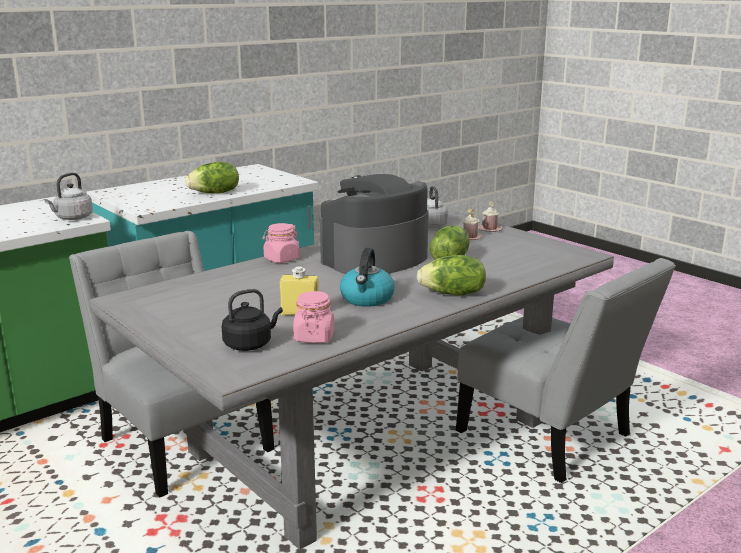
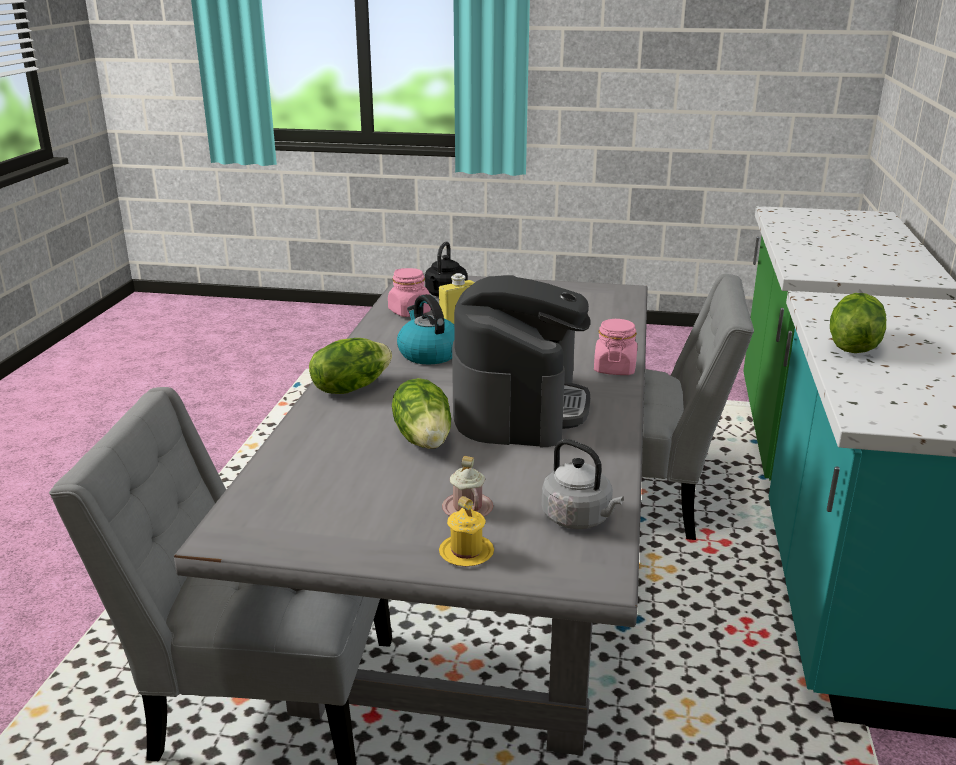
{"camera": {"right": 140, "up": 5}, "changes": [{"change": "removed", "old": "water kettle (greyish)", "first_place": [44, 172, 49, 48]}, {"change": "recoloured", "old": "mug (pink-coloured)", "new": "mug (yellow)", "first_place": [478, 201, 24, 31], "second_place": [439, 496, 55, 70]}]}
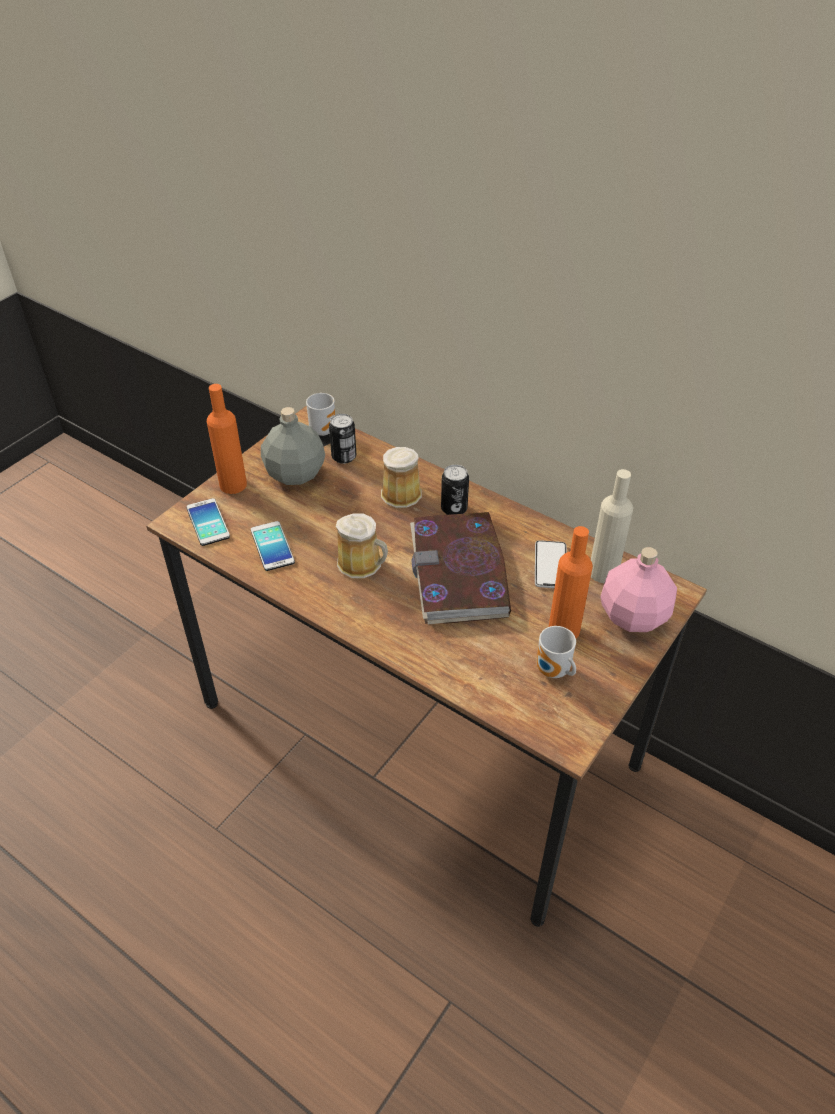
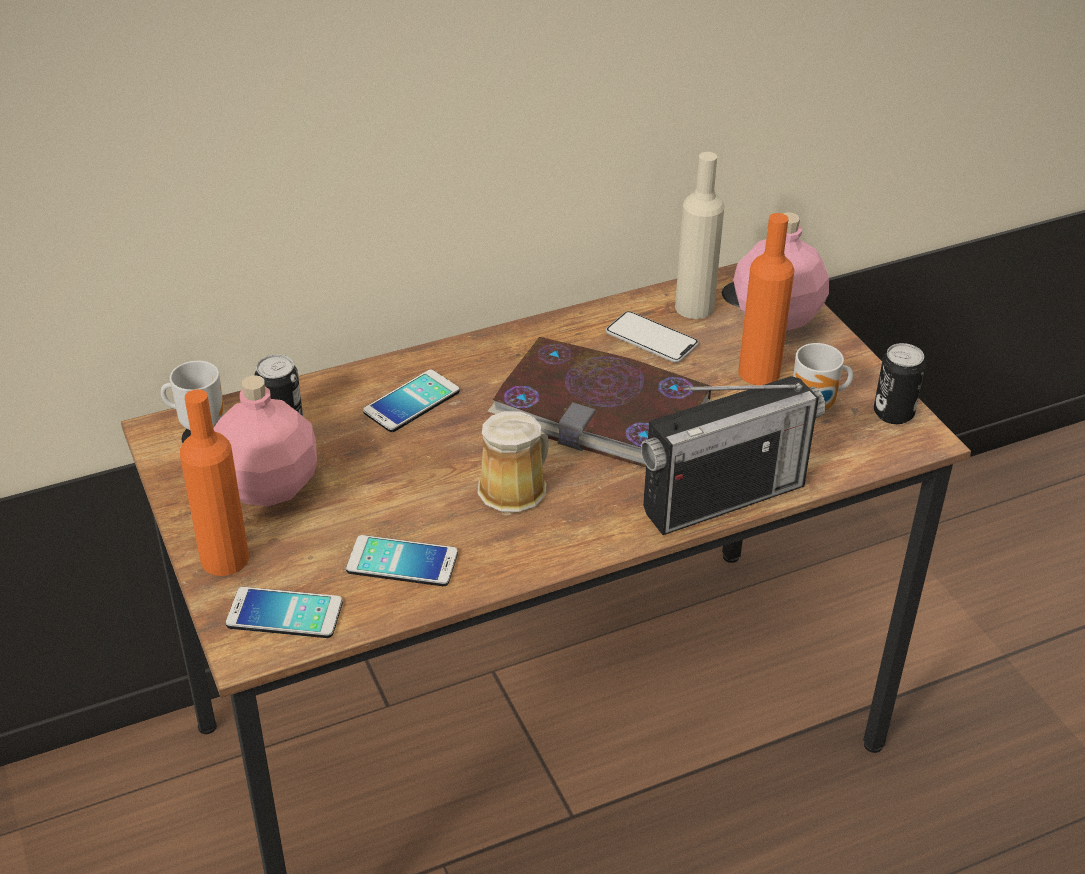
{"camera": {"right": -60, "up": -5}, "changes": [{"change": "added", "new": "radio set", "second_place": [641, 376, 185, 159]}, {"change": "moved", "old": "can", "first_place": [441, 465, 28, 50], "second_place": [874, 343, 51, 81]}, {"change": "replaced", "old": "mug", "new": "telephone", "first_place": [381, 447, 41, 61], "second_place": [363, 370, 97, 62]}, {"change": "recoloured", "old": "beverage bottle (greyish)", "new": "beverage bottle (pink-coloured)", "first_place": [261, 407, 64, 78], "second_place": [213, 375, 104, 132]}]}
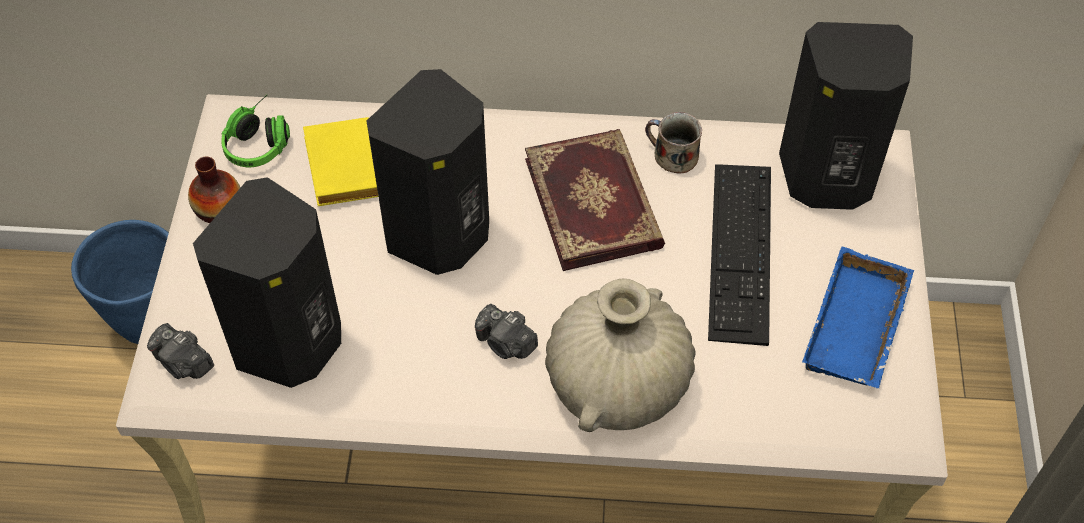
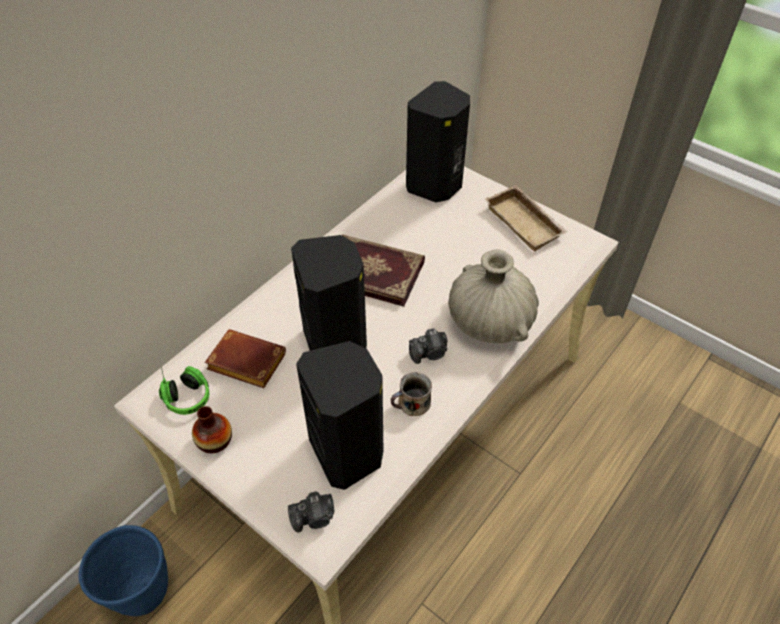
{"camera": {"right": -55, "up": -5}, "changes": [{"change": "removed", "old": "computer keyboard", "first_place": [708, 164, 63, 182]}, {"change": "moved", "old": "mug", "first_place": [645, 112, 57, 61], "second_place": [391, 372, 41, 44]}, {"change": "recoloured", "old": "book (yellow)", "new": "book (brown)", "first_place": [303, 117, 75, 89], "second_place": [205, 329, 81, 59]}, {"change": "recoloured", "old": "carrying tray (blue)", "new": "carrying tray (beige-coloured)", "first_place": [802, 247, 112, 142], "second_place": [485, 185, 83, 66]}]}
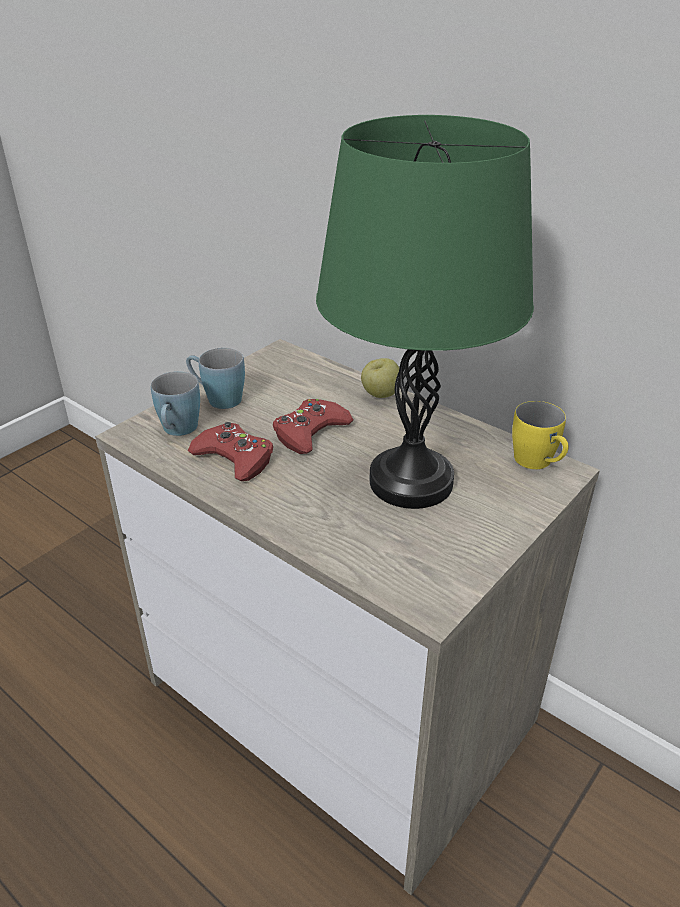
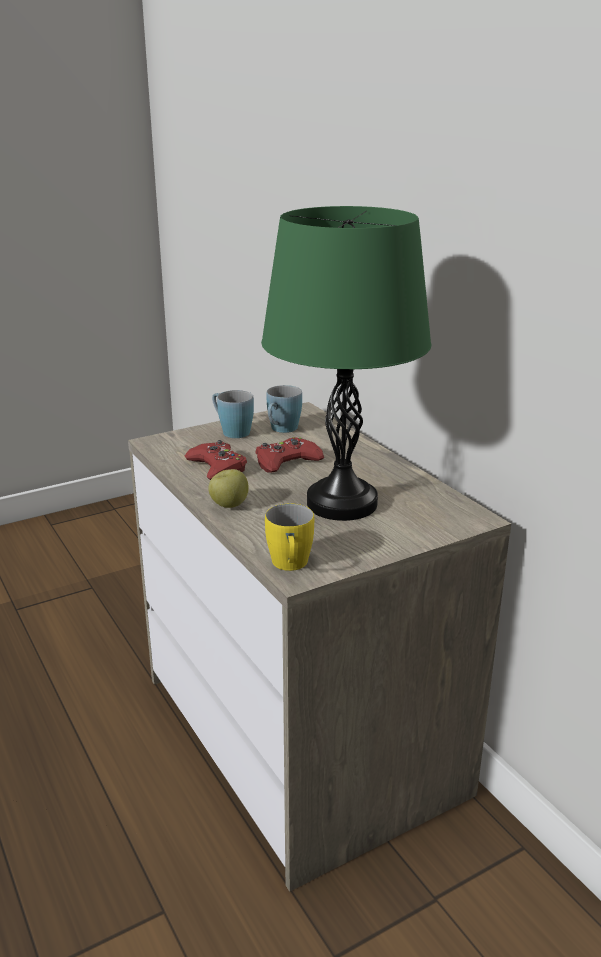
{"camera": {"right": 20, "up": -10}, "changes": [{"change": "moved", "old": "mug (blue)", "first_place": [151, 371, 49, 65], "second_place": [266, 385, 36, 48]}, {"change": "moved", "old": "apple", "first_place": [361, 358, 38, 40], "second_place": [208, 469, 41, 39]}, {"change": "moved", "old": "mug (yellow)", "first_place": [512, 401, 57, 68], "second_place": [265, 504, 49, 67]}]}
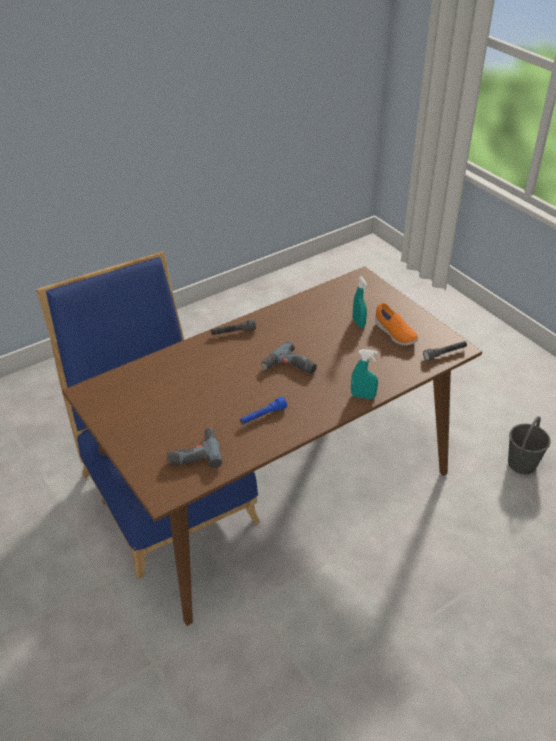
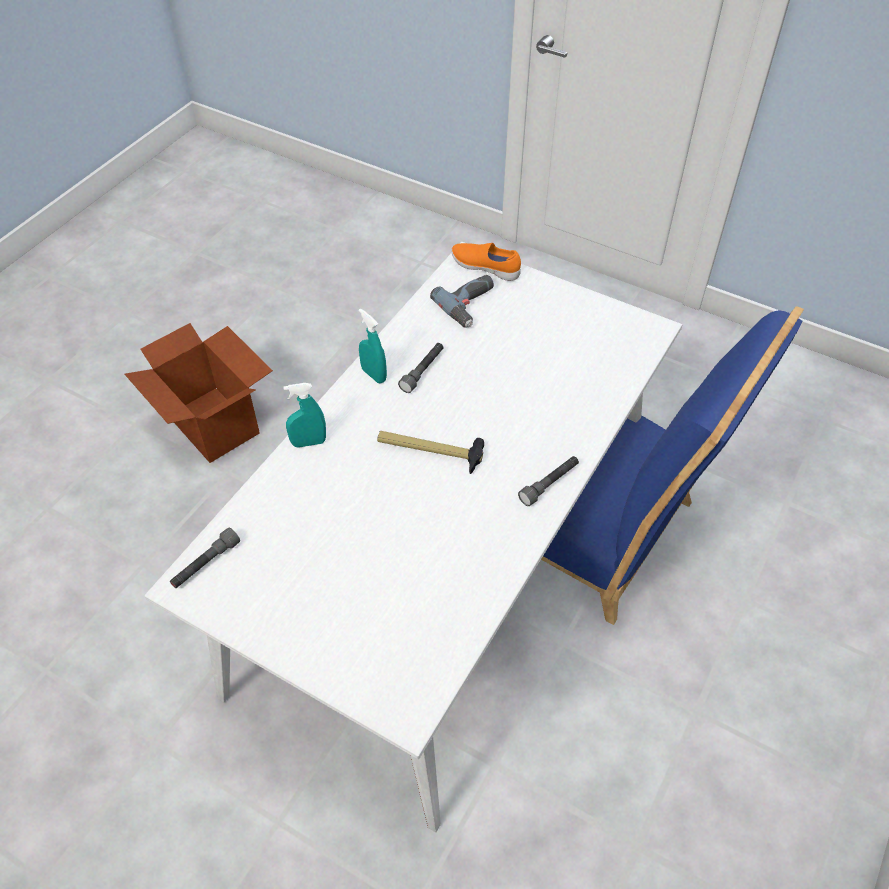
{"camera": {"right": 155, "up": 10}, "changes": [{"change": "removed", "old": "bucket (greyish)", "first_place": [508, 416, 43, 58]}, {"change": "added", "new": "carton", "second_place": [125, 323, 148, 140]}, {"change": "moved", "old": "spray bottle (turquoise-coloured)", "first_place": [353, 276, 14, 52], "second_place": [359, 308, 28, 75]}, {"change": "moved", "old": "shoe (orange)", "first_place": [375, 303, 43, 43], "second_place": [451, 243, 70, 38]}, {"change": "replaced", "old": "power drill", "new": "tool hammer", "first_place": [261, 341, 56, 33], "second_place": [377, 431, 107, 43]}, {"change": "recoloured", "old": "dining table (brown)", "new": "dining table (white)", "first_place": [62, 266, 420, 360], "second_place": [145, 242, 537, 590]}, {"change": "recoloured", "old": "flashlight (blue)", "new": "flashlight (greyish)", "first_place": [240, 397, 47, 27], "second_place": [398, 343, 46, 50]}]}
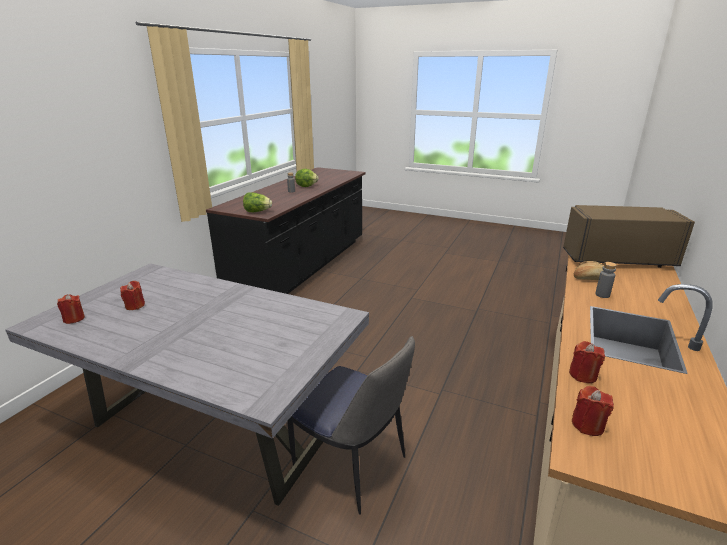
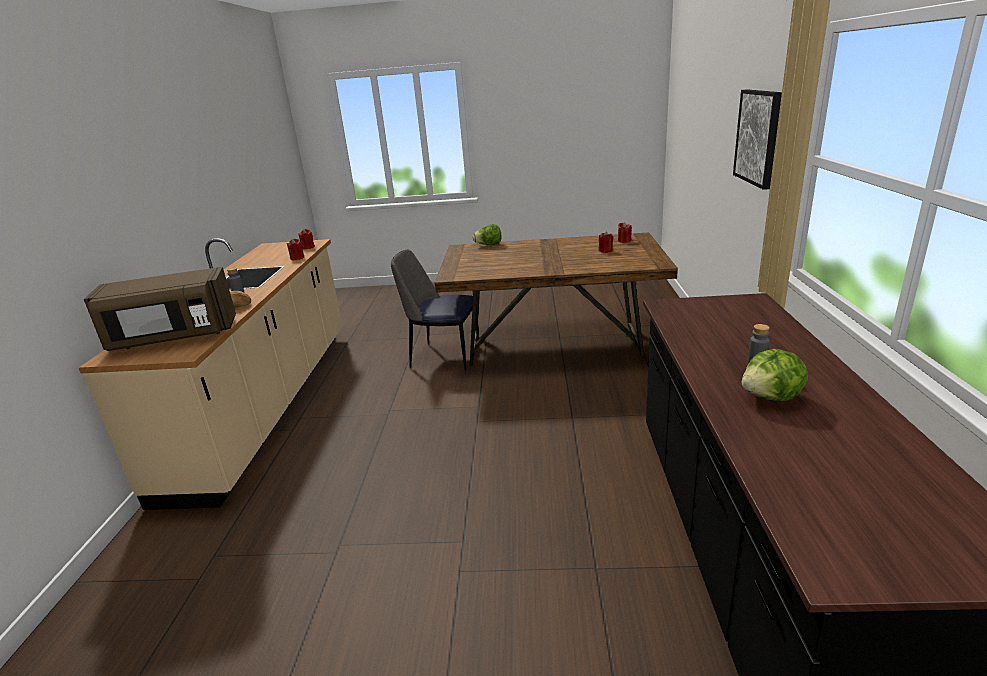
{"camera": {"right": 160, "up": 0}, "changes": [{"change": "added", "new": "wall picture", "second_place": [733, 89, 49, 101]}, {"change": "moved", "old": "lettuce head", "first_place": [243, 192, 29, 20], "second_place": [472, 224, 29, 21]}, {"change": "recoloured", "old": "dining table (greyish)", "new": "dining table (brown)", "first_place": [5, 263, 364, 243], "second_place": [435, 232, 243, 134]}]}
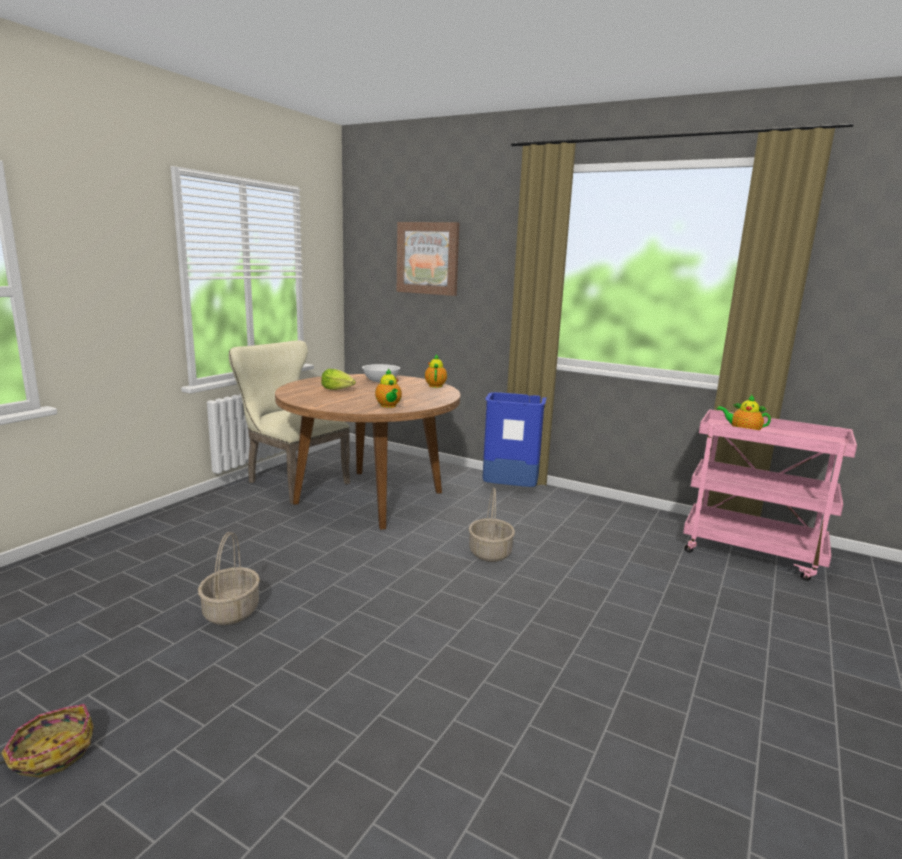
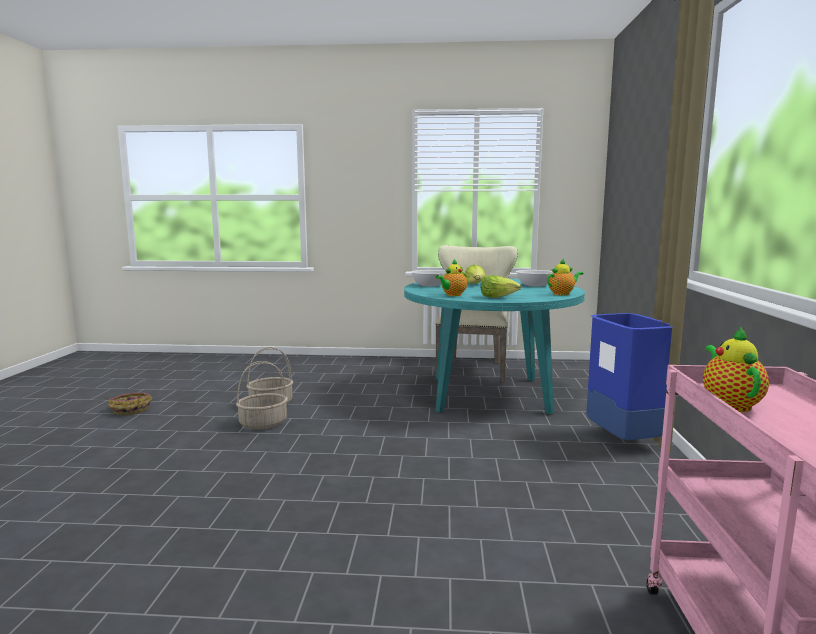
{"camera": {"right": 65, "up": -5}, "changes": [{"change": "removed", "old": "wall picture", "first_place": [397, 222, 62, 74]}, {"change": "added", "new": "bowl (white)", "second_place": [411, 270, 35, 17]}, {"change": "added", "new": "lettuce head", "second_place": [481, 275, 40, 23]}, {"change": "moved", "old": "storage basket", "first_place": [469, 487, 46, 75], "second_place": [236, 361, 52, 69]}, {"change": "recoloured", "old": "dining table (brown)", "new": "dining table (turquoise-coloured)", "first_place": [275, 374, 185, 156], "second_place": [404, 278, 181, 137]}]}
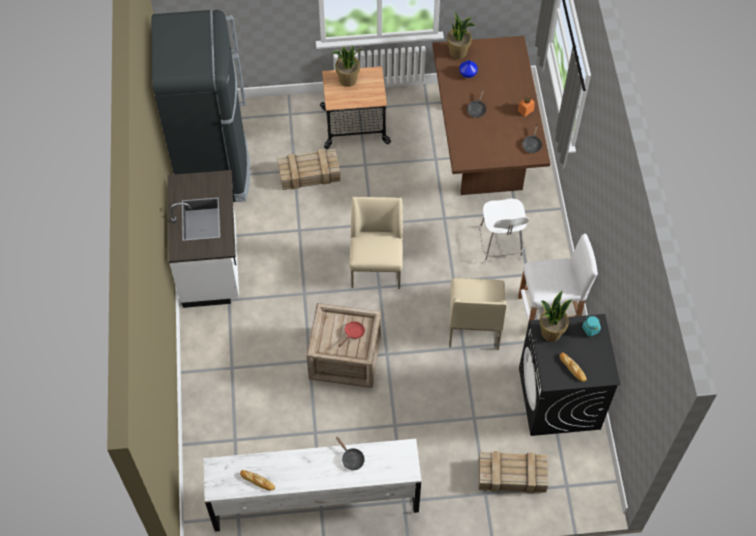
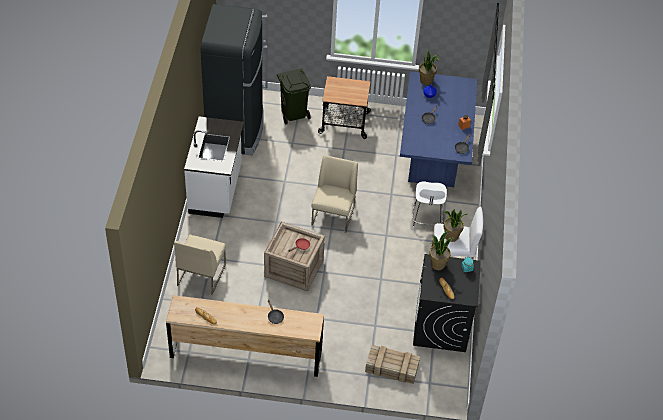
{"camera": {"right": 10, "up": -10}, "changes": [{"change": "removed", "old": "crate", "first_place": [278, 149, 62, 41]}, {"change": "added", "new": "rubbish bin (green-coloured)", "second_place": [277, 68, 34, 56]}, {"change": "moved", "old": "potted plant", "first_place": [331, 46, 30, 41], "second_place": [443, 209, 24, 33]}, {"change": "moved", "old": "upright chair (beige-coloured)", "first_place": [449, 278, 58, 72], "second_place": [174, 235, 52, 60]}, {"change": "recoloured", "old": "chest of drawers (white)", "new": "chest of drawers (brown)", "first_place": [203, 439, 218, 93], "second_place": [166, 295, 158, 82]}, {"change": "recoloured", "old": "dining table (brown)", "new": "dining table (blue)", "first_place": [432, 36, 118, 159], "second_place": [400, 71, 77, 116]}]}
